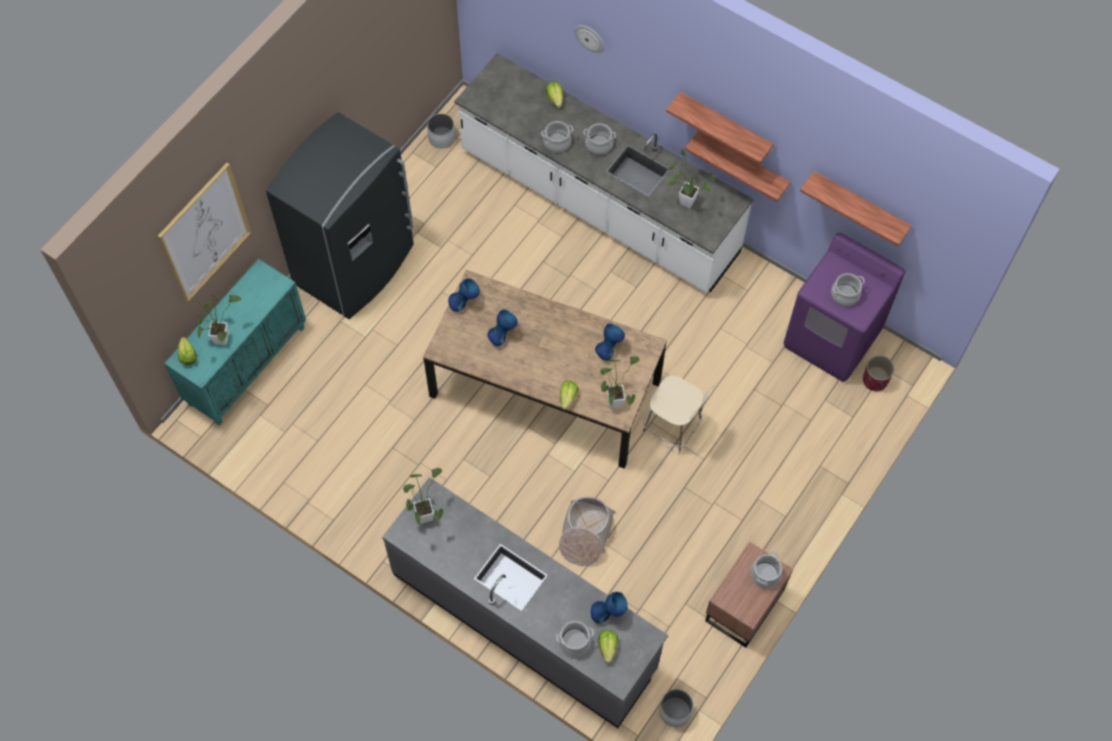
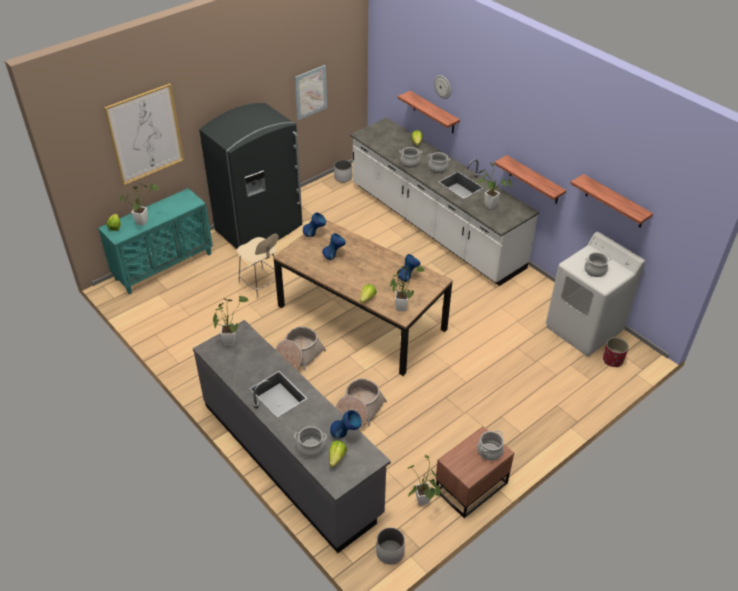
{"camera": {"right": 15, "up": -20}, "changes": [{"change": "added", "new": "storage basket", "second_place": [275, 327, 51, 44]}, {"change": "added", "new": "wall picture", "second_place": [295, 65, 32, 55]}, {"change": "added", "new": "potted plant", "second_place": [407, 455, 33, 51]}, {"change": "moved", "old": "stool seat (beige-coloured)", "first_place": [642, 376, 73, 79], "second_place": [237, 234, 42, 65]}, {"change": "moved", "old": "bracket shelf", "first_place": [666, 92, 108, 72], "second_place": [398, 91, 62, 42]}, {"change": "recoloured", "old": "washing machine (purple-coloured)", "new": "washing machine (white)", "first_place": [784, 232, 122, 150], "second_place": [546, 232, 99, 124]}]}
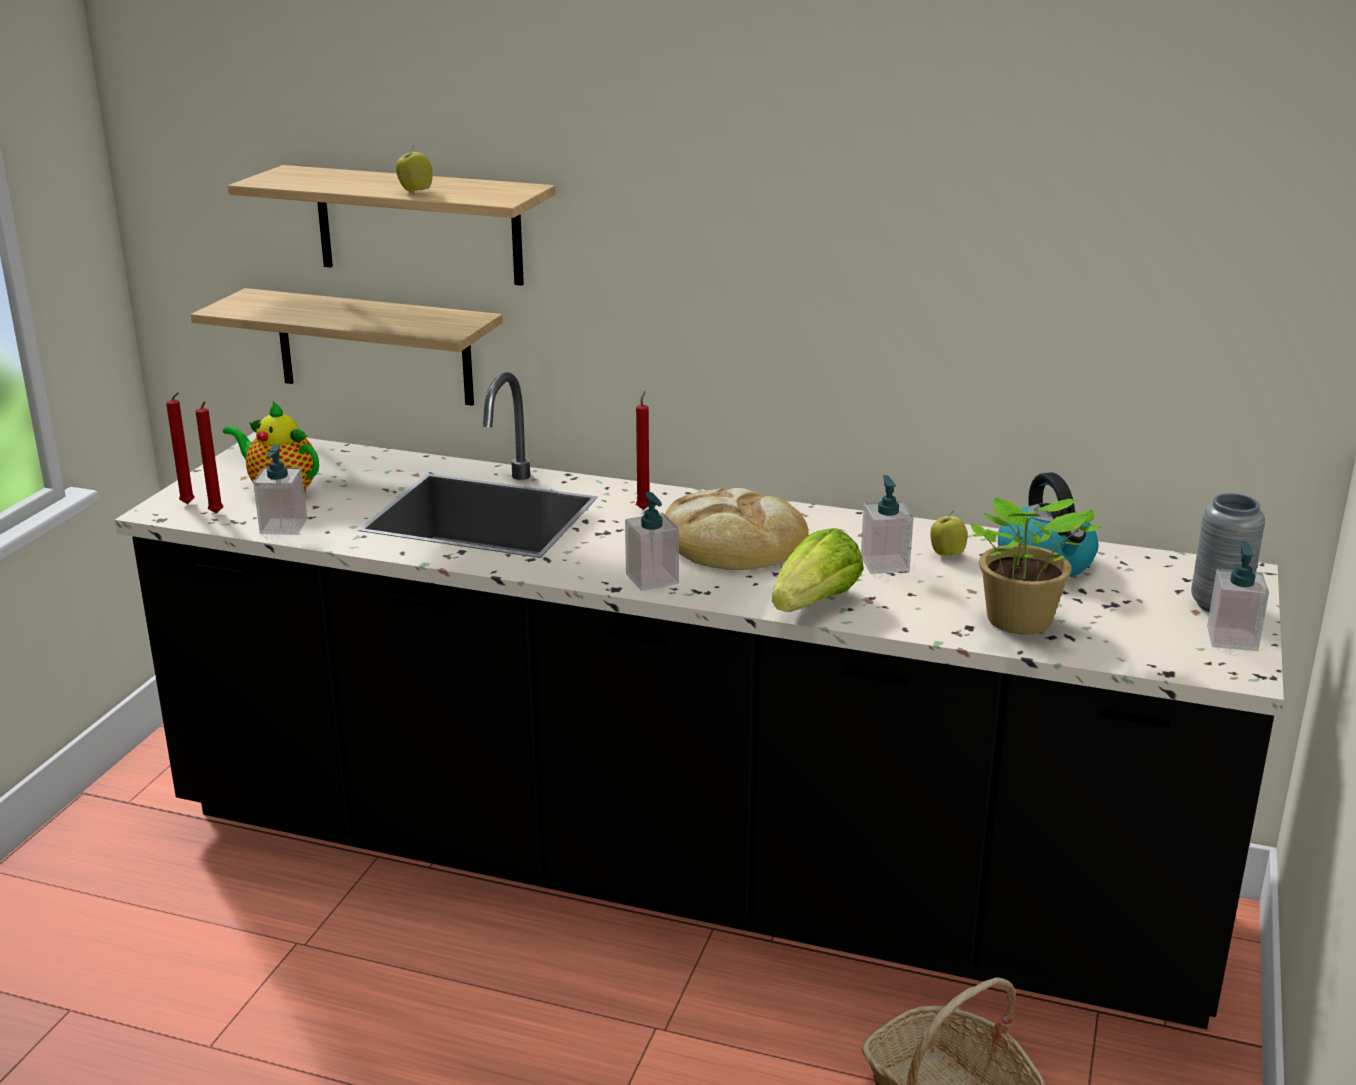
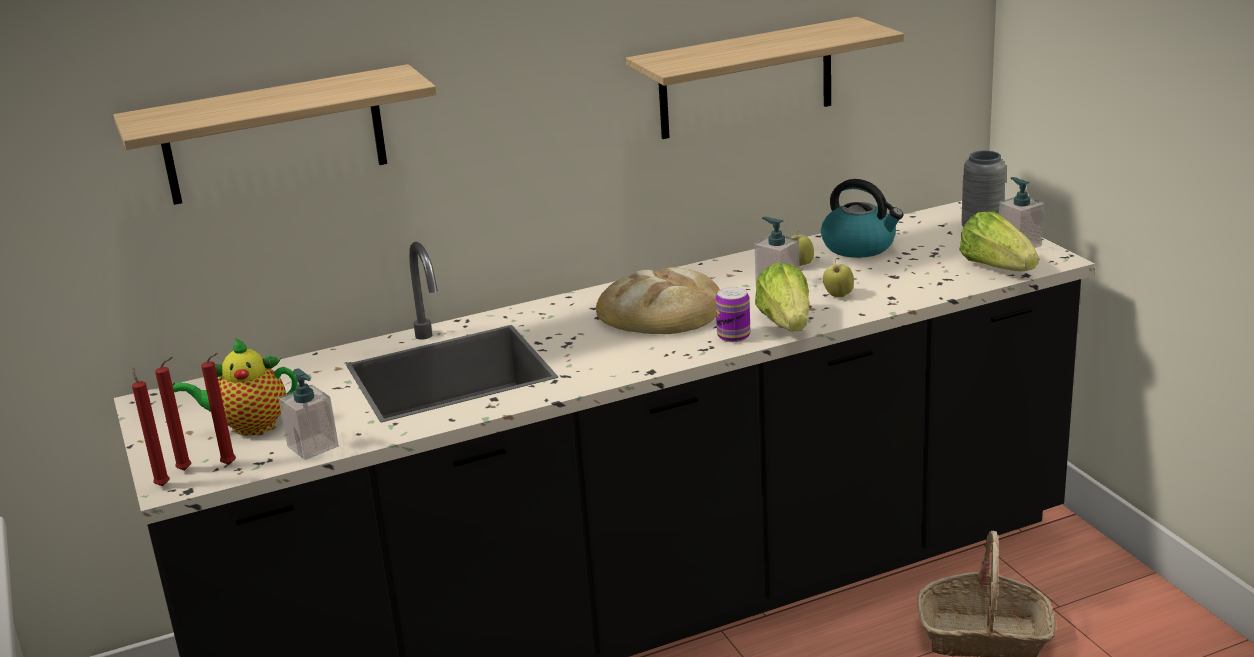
{"camera": {"right": -40, "up": 0}, "changes": [{"change": "removed", "old": "liquid soap bottle", "first_place": [625, 492, 54, 99]}, {"change": "removed", "old": "potted plant", "first_place": [971, 498, 130, 136]}, {"change": "added", "new": "can", "second_place": [715, 287, 35, 55]}, {"change": "added", "new": "lettuce head", "second_place": [960, 212, 79, 59]}, {"change": "moved", "old": "bracket shelf", "first_place": [191, 288, 312, 118], "second_place": [626, 17, 278, 122]}, {"change": "moved", "old": "apple", "first_place": [396, 145, 36, 47], "second_place": [823, 260, 31, 37]}, {"change": "moved", "old": "wax candle (red)", "first_place": [636, 391, 13, 119], "second_place": [132, 367, 38, 119]}]}
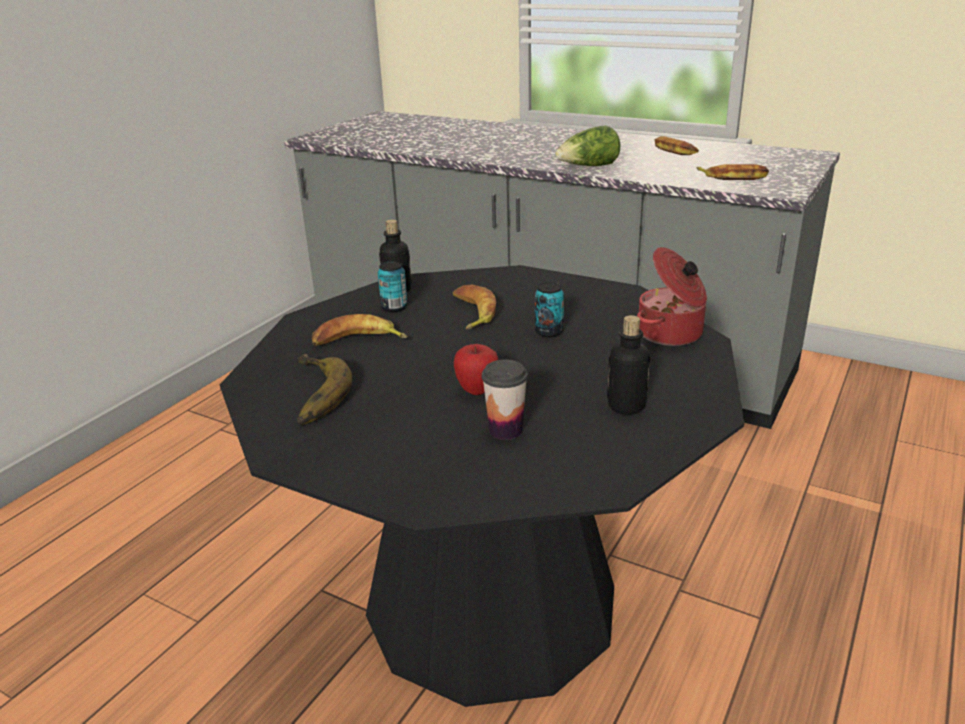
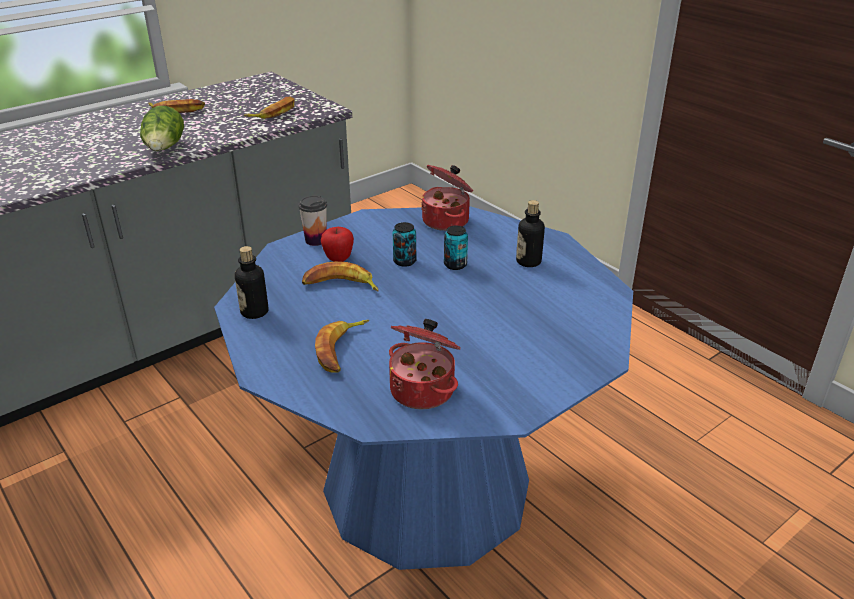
{"camera": {"right": -70, "up": 5}, "changes": [{"change": "moved", "old": "can", "first_place": [378, 261, 30, 51], "second_place": [444, 226, 24, 44]}, {"change": "moved", "old": "apple", "first_place": [454, 344, 44, 51], "second_place": [321, 227, 33, 35]}, {"change": "moved", "old": "cup", "first_place": [482, 359, 46, 81], "second_place": [298, 196, 29, 50]}, {"change": "replaced", "old": "banana fruit", "new": "cooking pot", "first_place": [297, 354, 55, 71], "second_place": [389, 319, 72, 90]}, {"change": "recoloured", "old": "dining table (black)", "new": "dining table (blue)", "first_place": [220, 265, 524, 442], "second_place": [214, 206, 419, 364]}]}
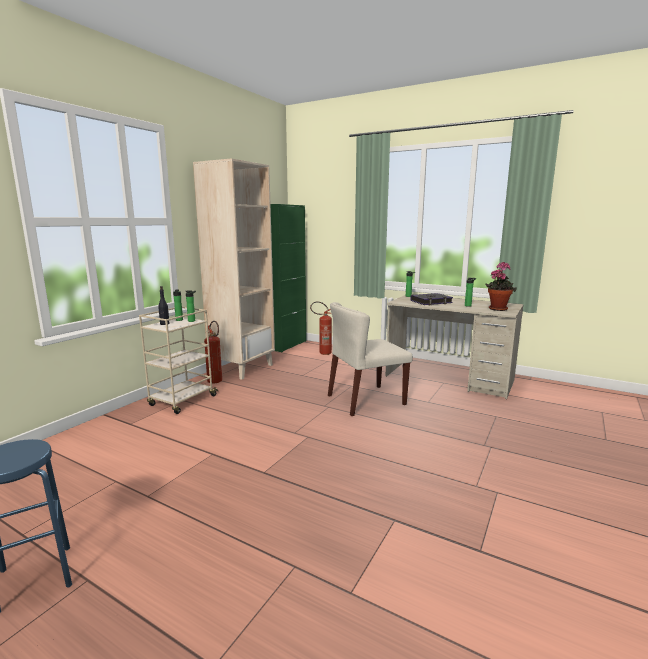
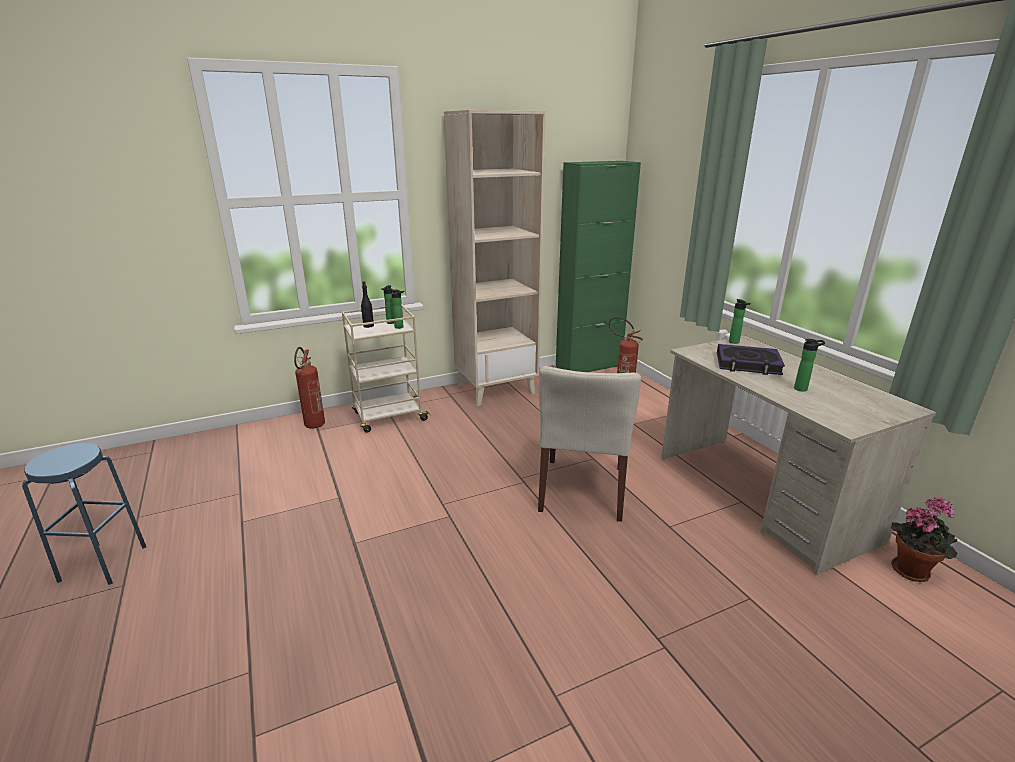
{"camera": {"right": 35, "up": 10}, "changes": [{"change": "moved", "old": "fire extinguisher", "first_place": [204, 321, 18, 62], "second_place": [294, 347, 31, 82]}, {"change": "moved", "old": "potted plant", "first_place": [485, 262, 32, 49], "second_place": [891, 497, 67, 85]}, {"change": "turned", "old": "upright chair (beige-coloured)", "first_place": [328, 302, 85, 114], "second_place": [538, 366, 103, 156], "degrees": -90}]}
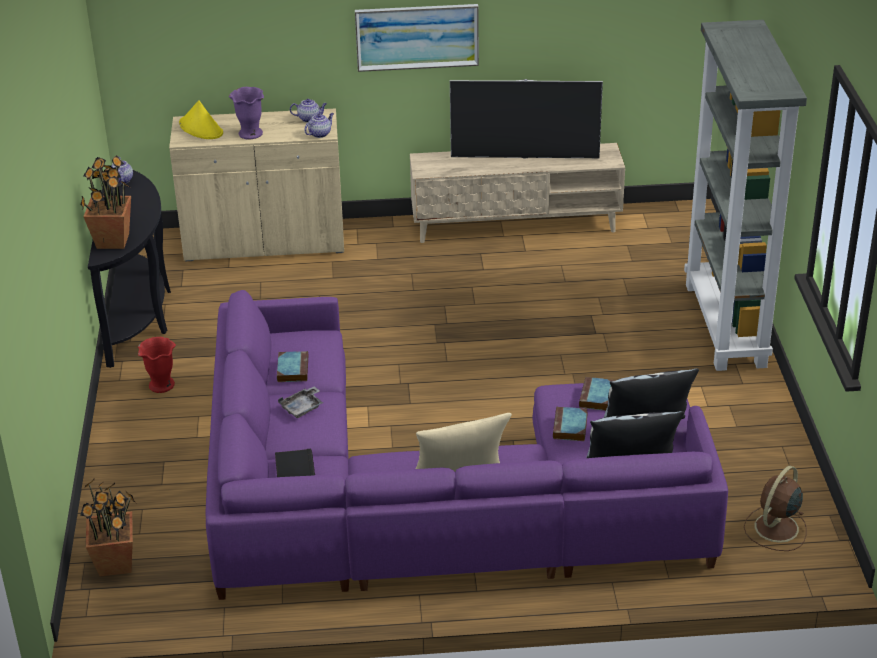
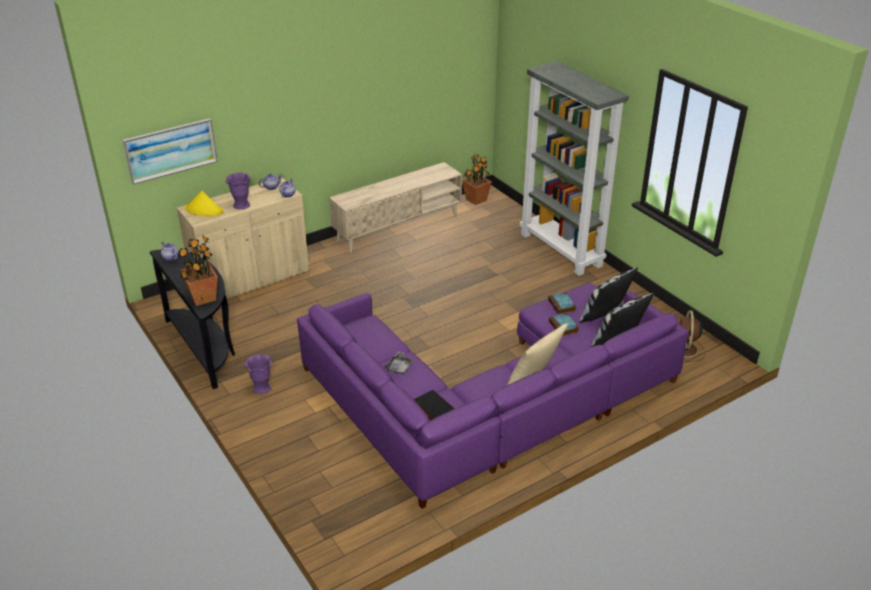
{"camera": {"right": -30, "up": 0}, "changes": [{"change": "removed", "old": "book", "first_place": [277, 351, 31, 31]}, {"change": "removed", "old": "TV set", "first_place": [450, 79, 153, 79]}, {"change": "moved", "old": "potted plant", "first_place": [80, 478, 56, 99], "second_place": [462, 154, 30, 51]}, {"change": "moved", "old": "wall picture", "first_place": [355, 4, 124, 68], "second_place": [123, 118, 95, 67]}, {"change": "recoloured", "old": "decorative vase (red)", "new": "decorative vase (purple-coloured)", "first_place": [138, 337, 38, 56], "second_place": [244, 354, 28, 40]}]}
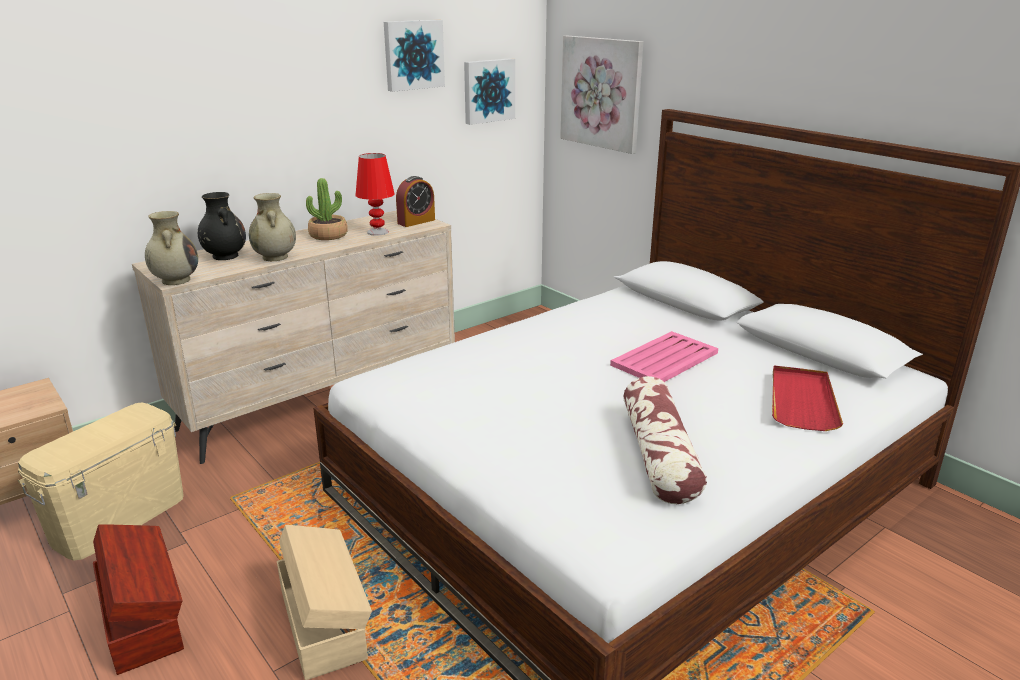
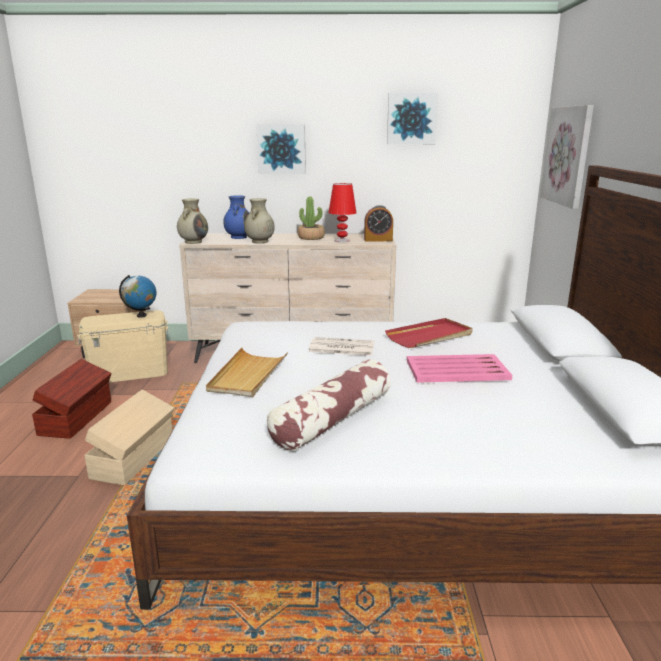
{"camera": {"right": 40, "up": -5}, "changes": [{"change": "added", "new": "globe", "second_place": [119, 275, 37, 43]}, {"change": "added", "new": "carrying tray (beige-coloured)", "second_place": [206, 348, 82, 49]}, {"change": "added", "new": "daily paper", "second_place": [308, 337, 67, 19]}, {"change": "moved", "old": "wall picture", "first_place": [464, 58, 51, 67], "second_place": [256, 124, 50, 50]}, {"change": "moved", "old": "carrying tray (red)", "first_place": [772, 366, 71, 65], "second_place": [385, 318, 88, 30]}, {"change": "recoloured", "old": "decorative vase (black)", "new": "decorative vase (blue)", "first_place": [198, 192, 48, 68], "second_place": [223, 196, 26, 43]}]}
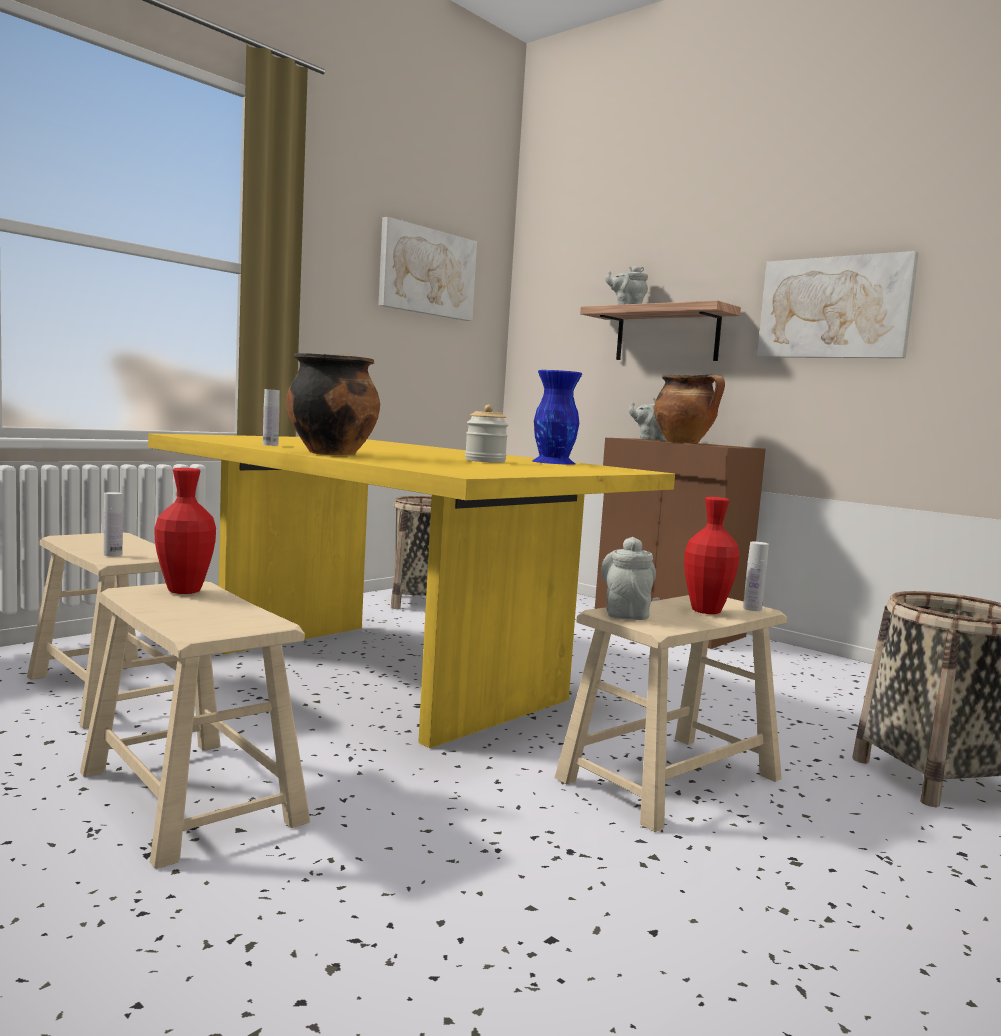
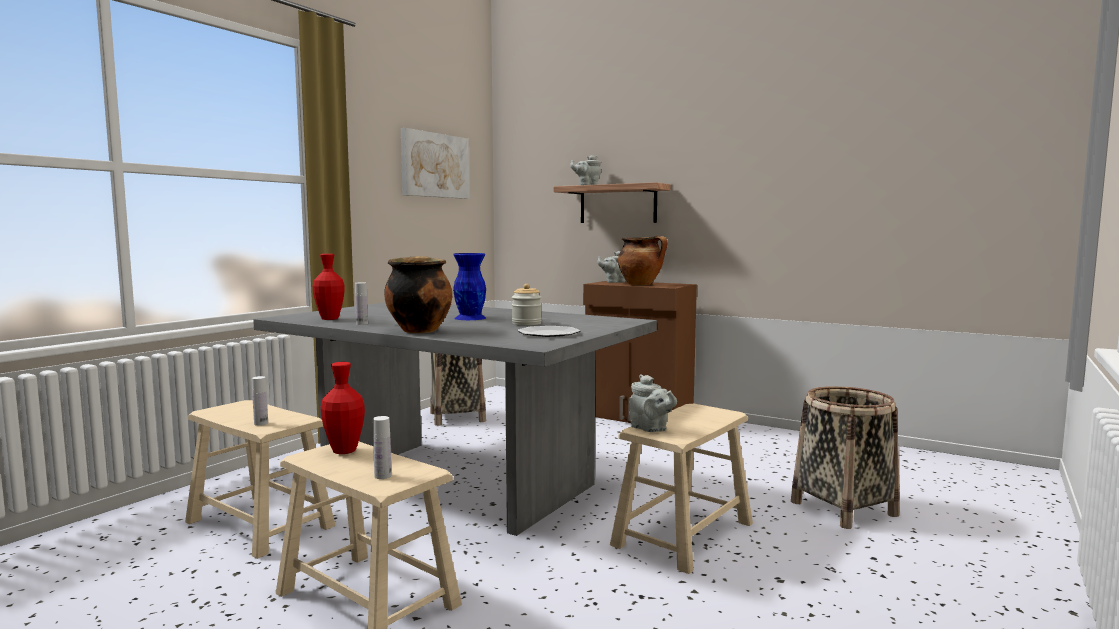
{"camera": {"right": -10, "up": 0}, "changes": [{"change": "removed", "old": "wall picture", "first_place": [757, 251, 162, 107]}, {"change": "added", "new": "flat dish", "second_place": [517, 326, 64, 11]}, {"change": "moved", "old": "decorative vase (blue)", "first_place": [532, 370, 50, 95], "second_place": [453, 253, 33, 67]}, {"change": "moved", "old": "decorative vase (red)", "first_place": [684, 497, 56, 117], "second_place": [313, 254, 32, 66]}, {"change": "moved", "old": "beverage bottle (white)", "first_place": [743, 542, 26, 69], "second_place": [373, 416, 19, 63]}, {"change": "recoloured", "old": "dining table (yellow)", "new": "dining table (greyish)", "first_place": [148, 433, 527, 315], "second_place": [253, 302, 404, 234]}, {"change": "turned", "old": "tea pot (greyish)", "first_place": [601, 537, 55, 83], "second_place": [630, 374, 47, 58], "degrees": 150}]}
